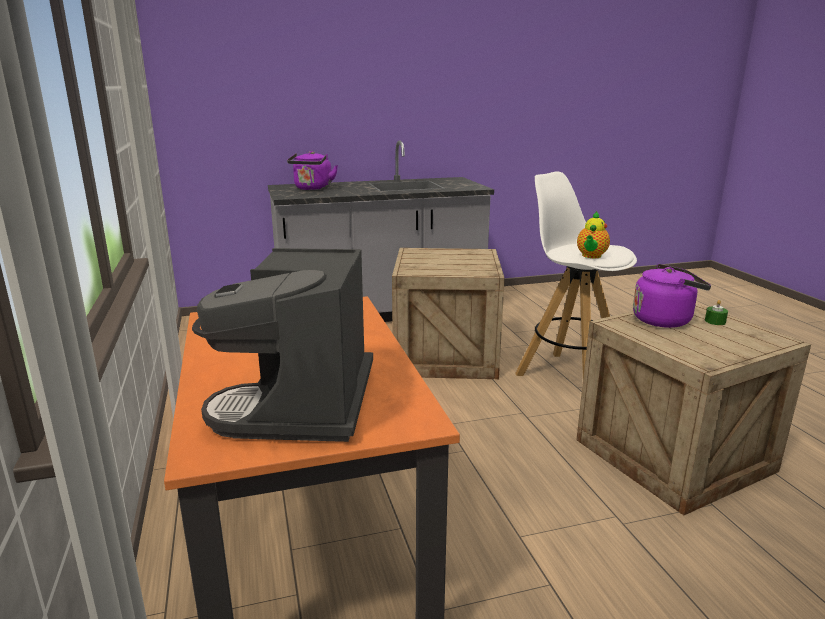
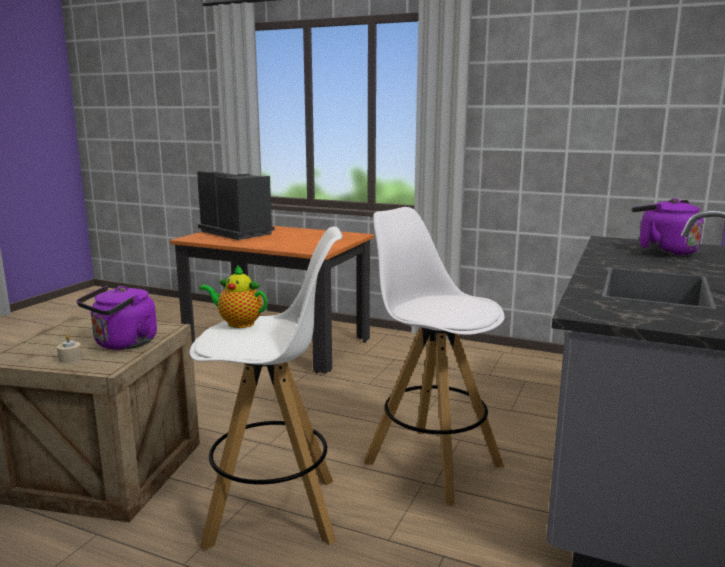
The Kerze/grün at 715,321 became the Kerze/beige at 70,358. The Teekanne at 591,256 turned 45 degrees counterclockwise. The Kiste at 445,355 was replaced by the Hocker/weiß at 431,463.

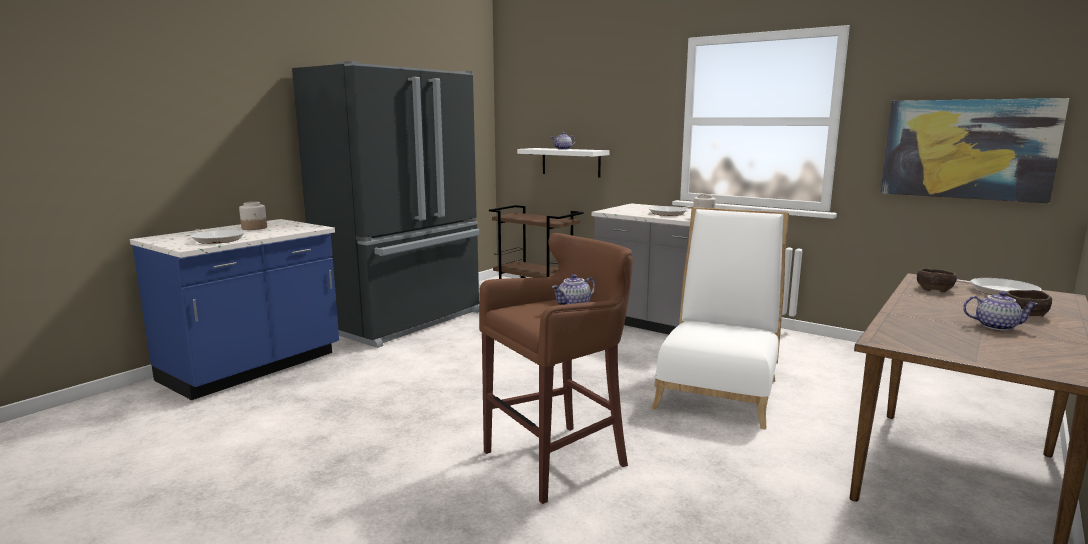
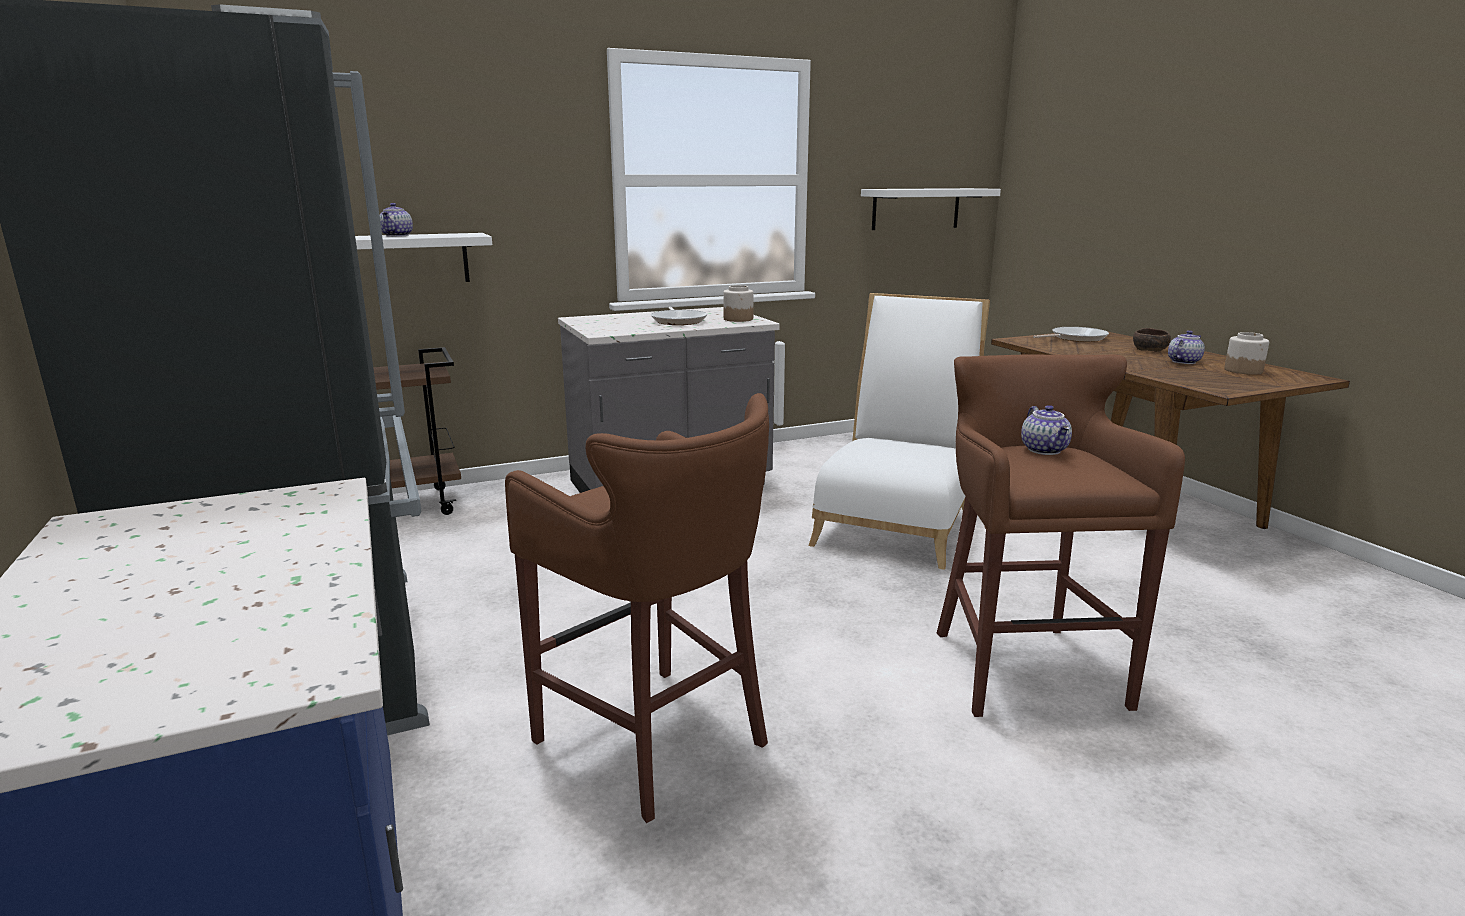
The Hocker/braun at 656,742 appeared. The Stuhl/weiß at 718,389 turned 60 degrees clockwise. The Bild at 967,149 was replaced by the Wandregal/weiß at 916,208. The Vorratsglas moved from 254,228 to 1243,370. The Pfanne at 217,239 disappeared. The Schüssel/braun at 934,289 disappeared.

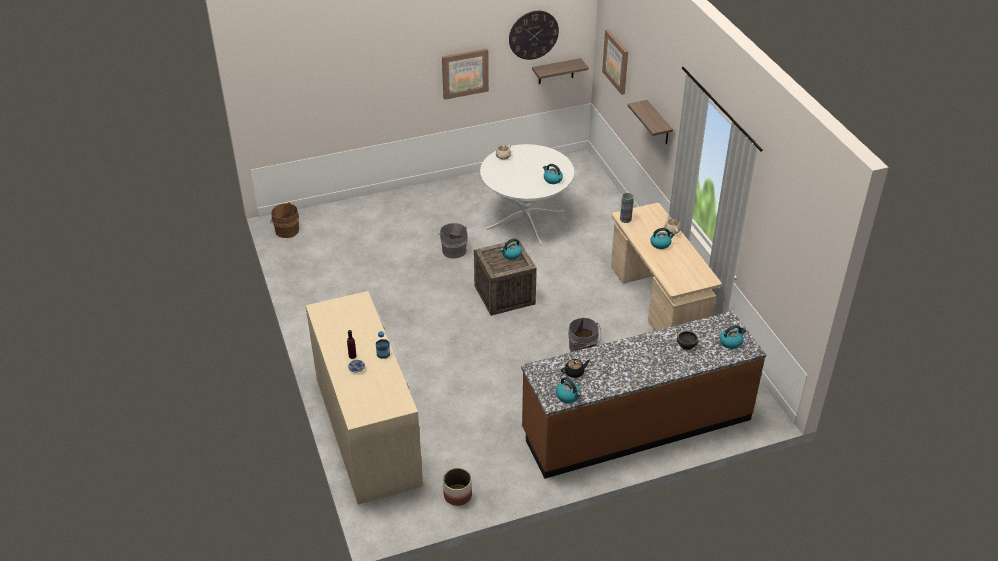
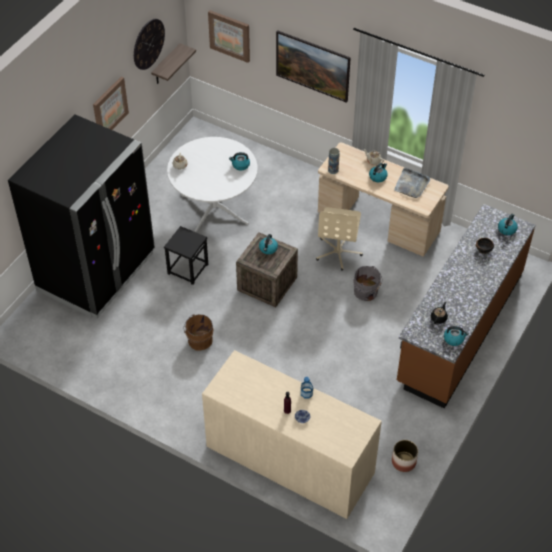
The Kühlschrank/schwarz at 97,272 appeared. The Eimer/grau at 454,250 was replaced by the Hocker/schwarz at 187,269. The Eimer/braun moved from 286,230 to 199,340. The Wandregal at 658,123 was replaced by the Bild at 312,77. The Bürostuhl/beige at 338,252 appeared. The Tablett/grau at 411,184 appeared.

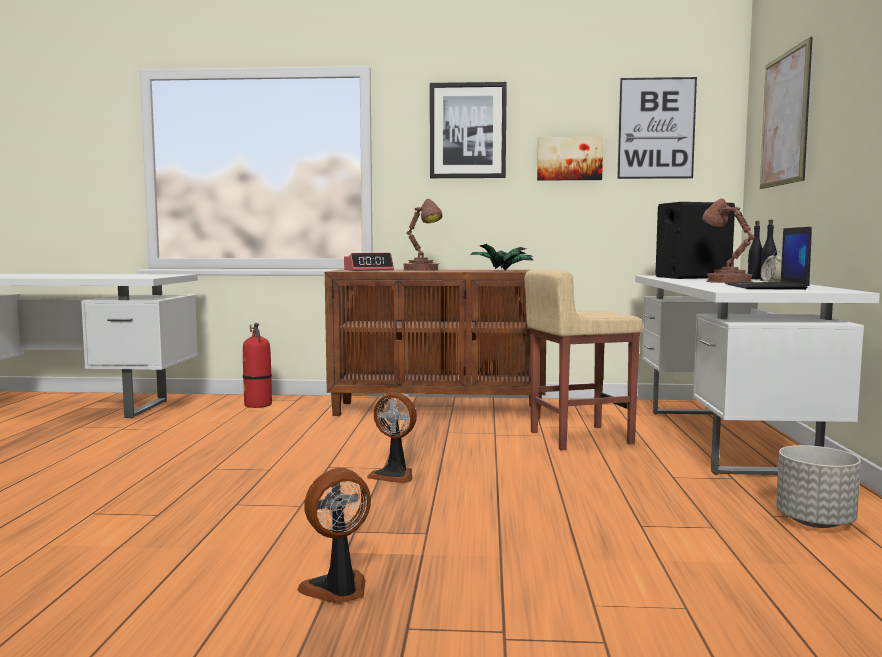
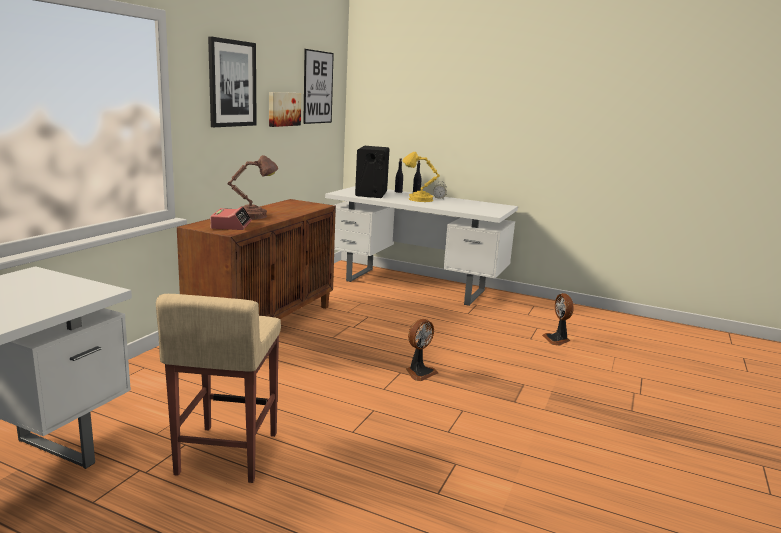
The Hocker/beige moved from 579,438 to 227,454. The Tischlampe/braun at 726,281 became the Tischlampe/gelb at 418,199. The Ventilator moved from 338,590 to 557,339. The Feuerlöscher at 258,405 disappeared. The Topfpflanze at 500,270 disappeared. The Laptop at 766,287 disappeared. The Bild at 785,119 disappeared. The Pflanzkübel/grau at 815,522 disappeared.

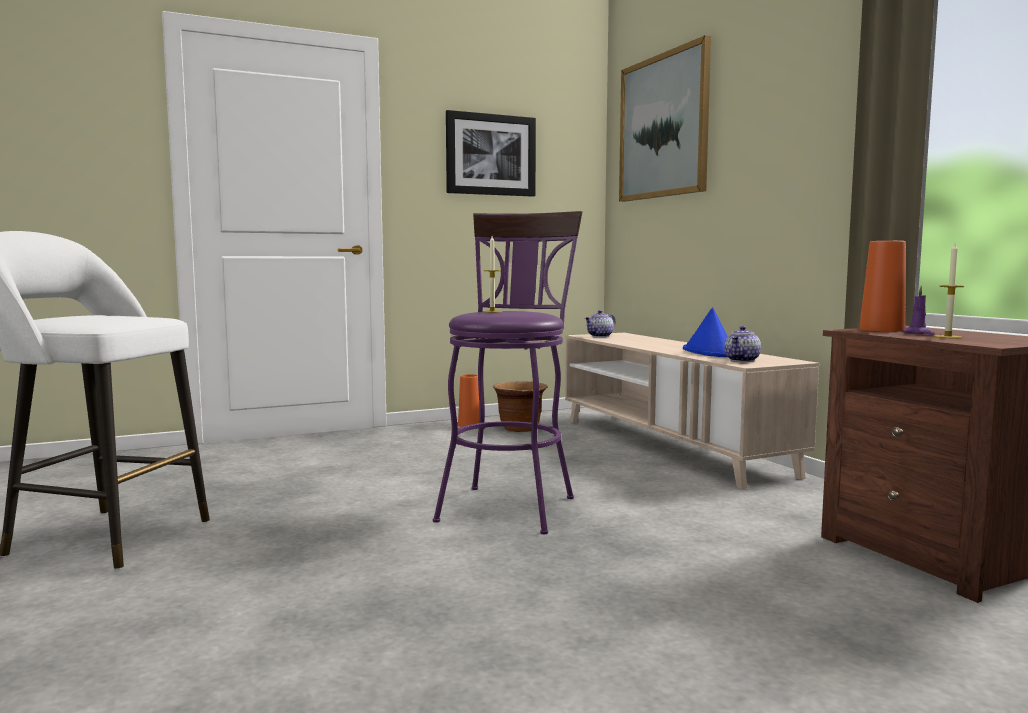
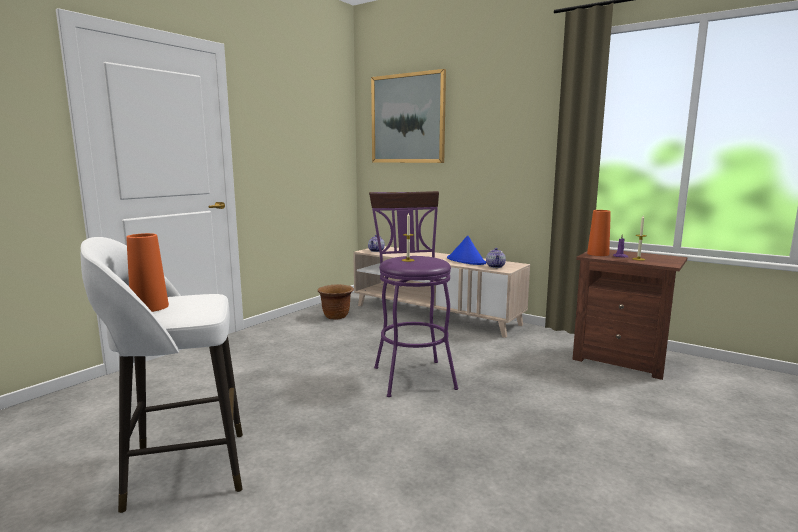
The Vase/orange moved from 469,425 to 149,307. The Bild at 490,155 disappeared.

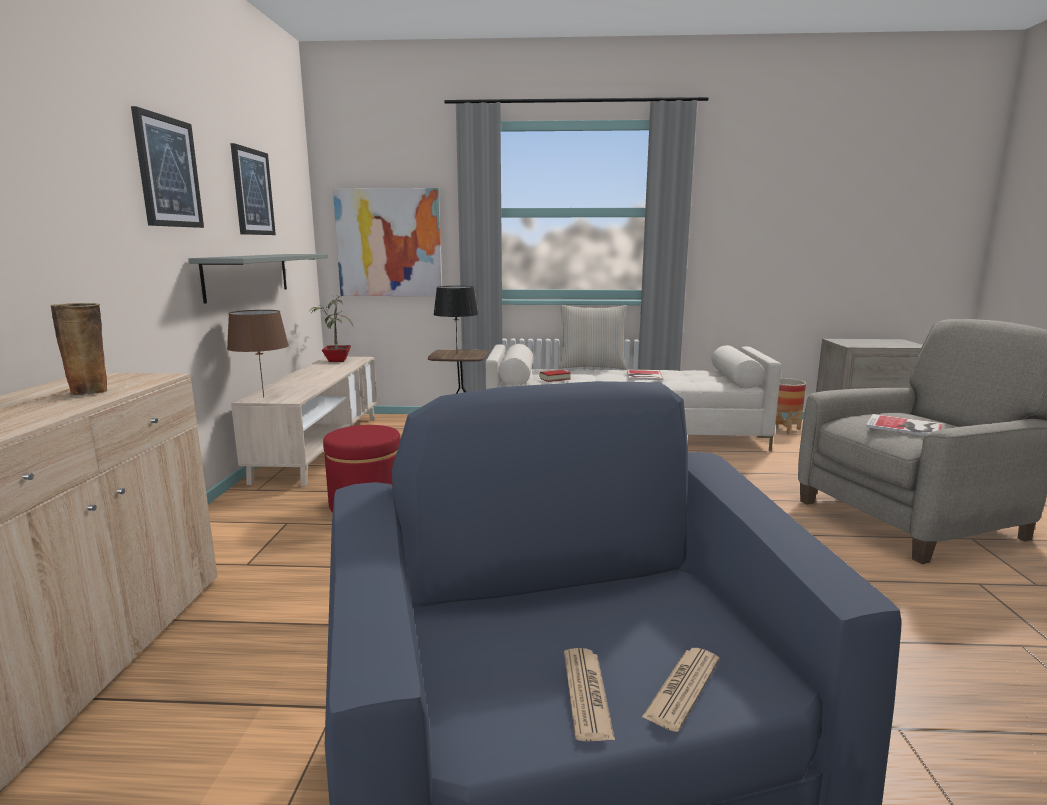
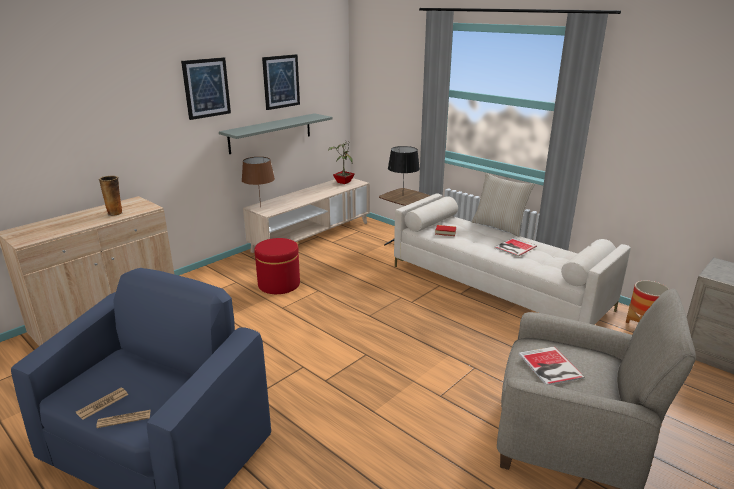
The Bild at 389,243 disappeared.

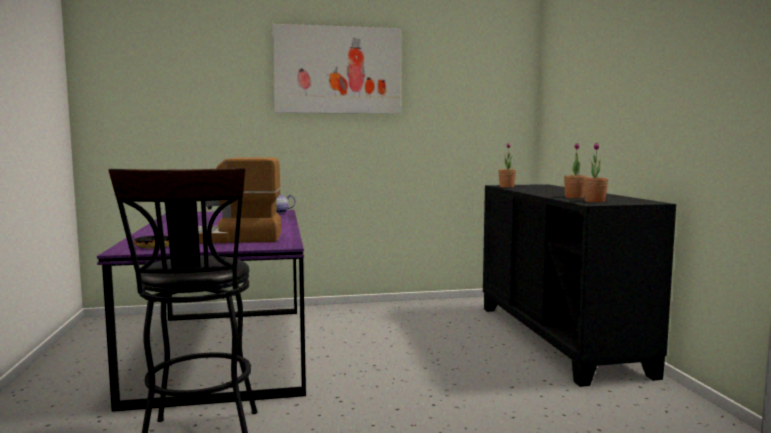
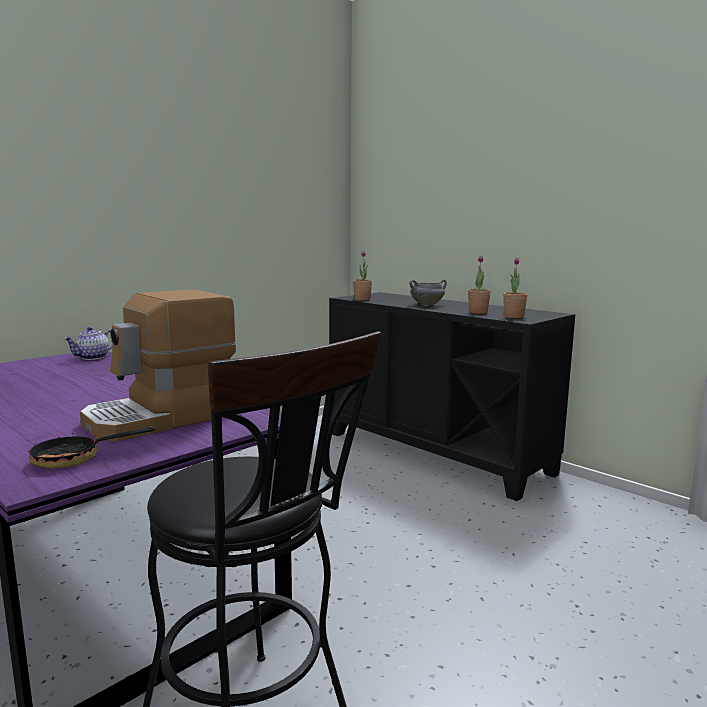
The Kochtopf/grau at 427,305 appeared. The Bild at 337,70 disappeared.

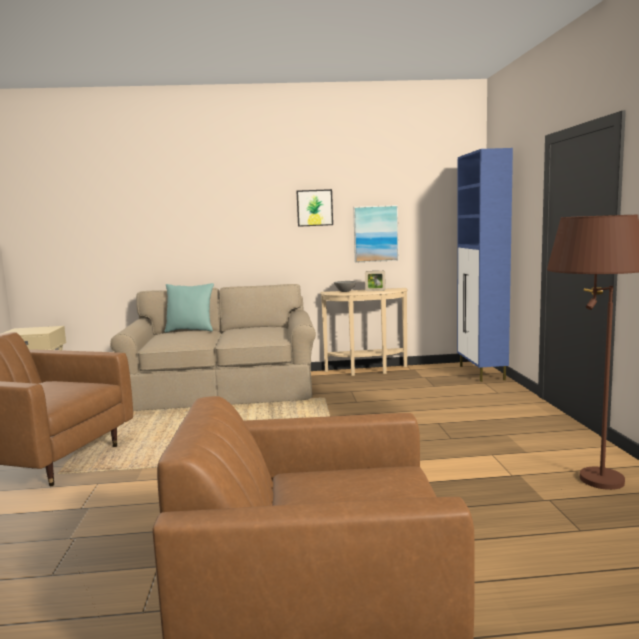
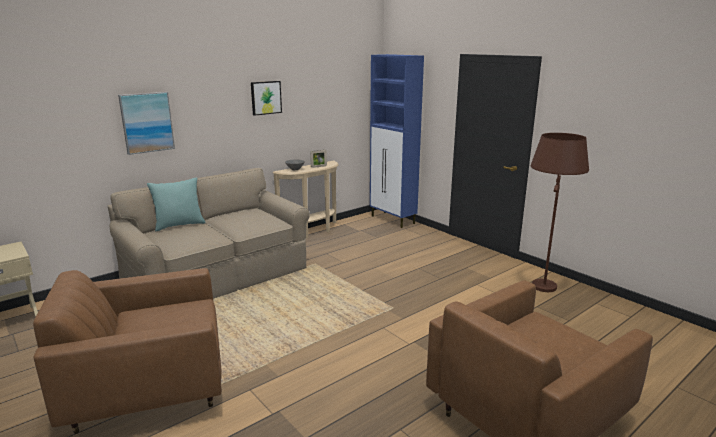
The Bild moved from 375,233 to 147,122.

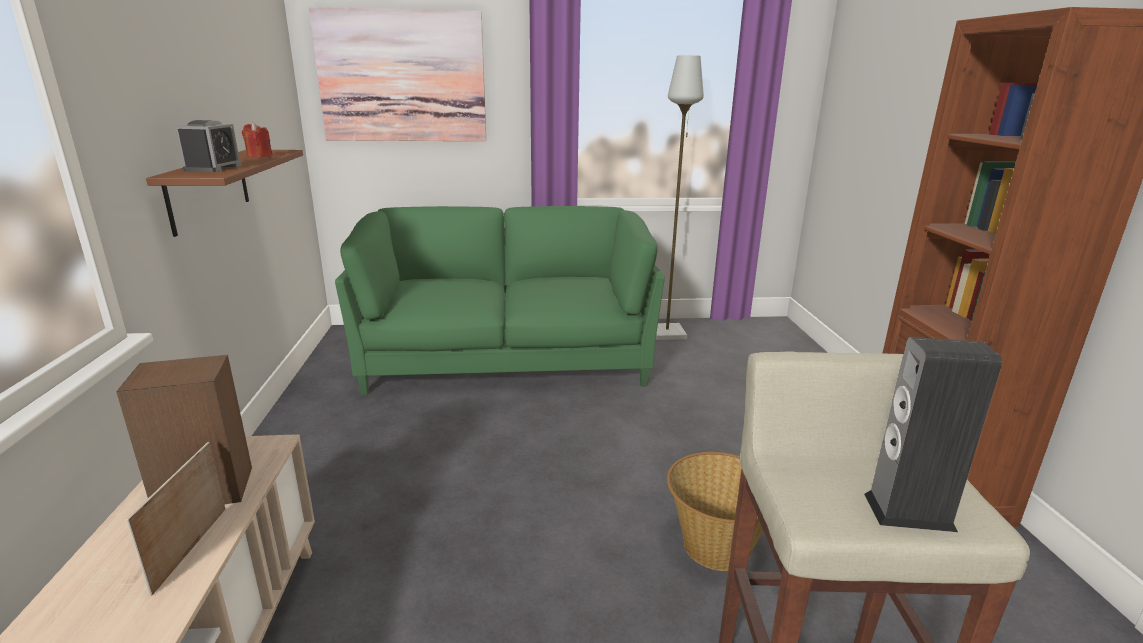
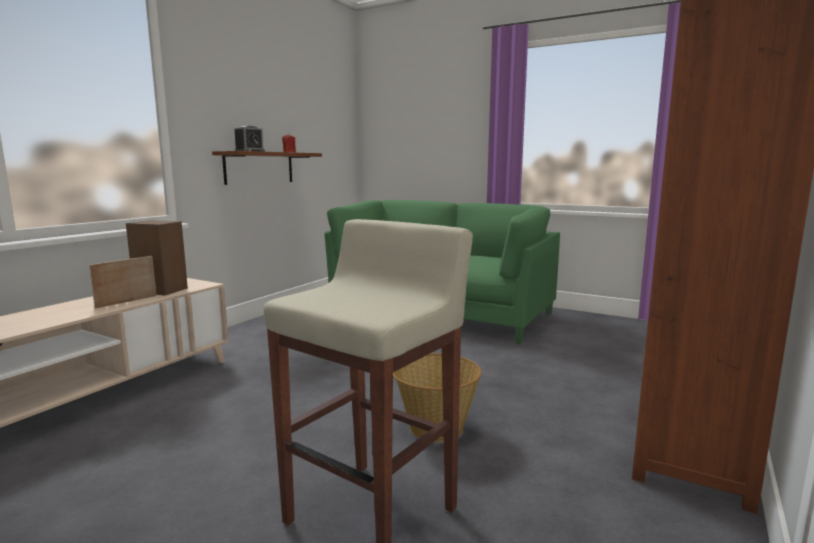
The Bild at 402,77 disappeared. The Stehlampe/grau at 667,332 disappeared. The Lautsprecher at 909,512 disappeared.

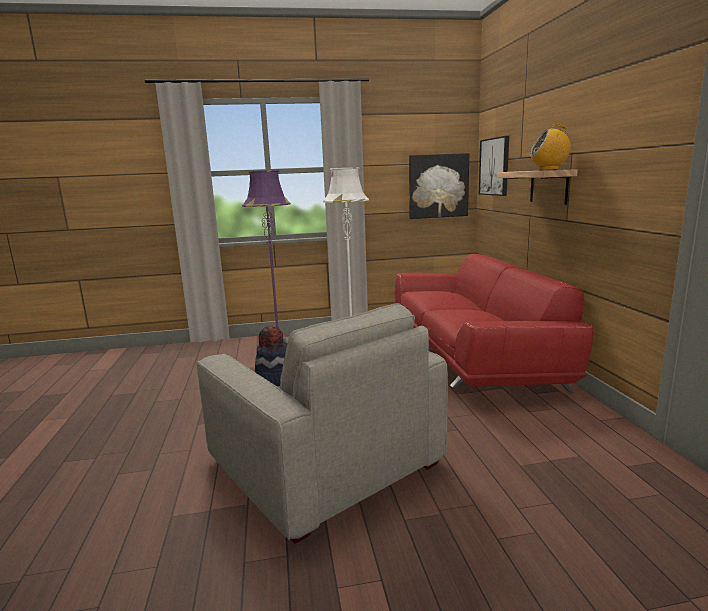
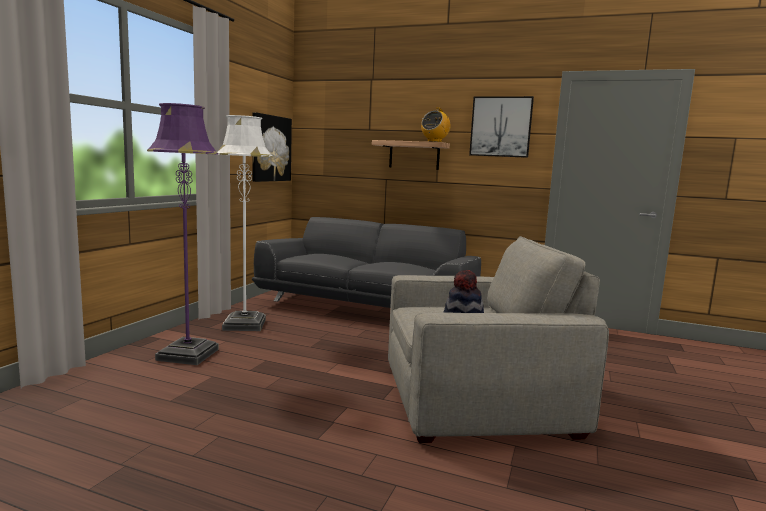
The Sofa/rot at 472,355 became the Sofa/grau at 367,307. The Bild moved from 494,166 to 501,127.

